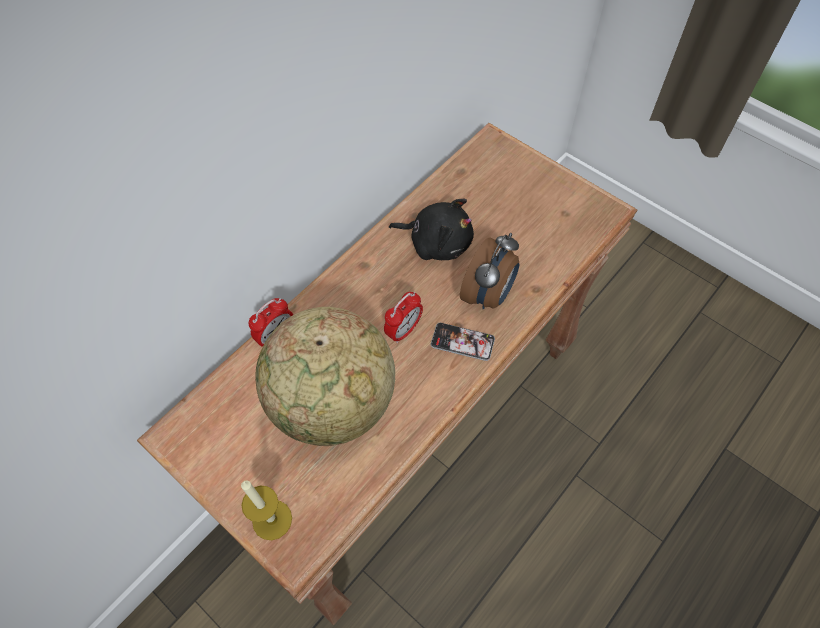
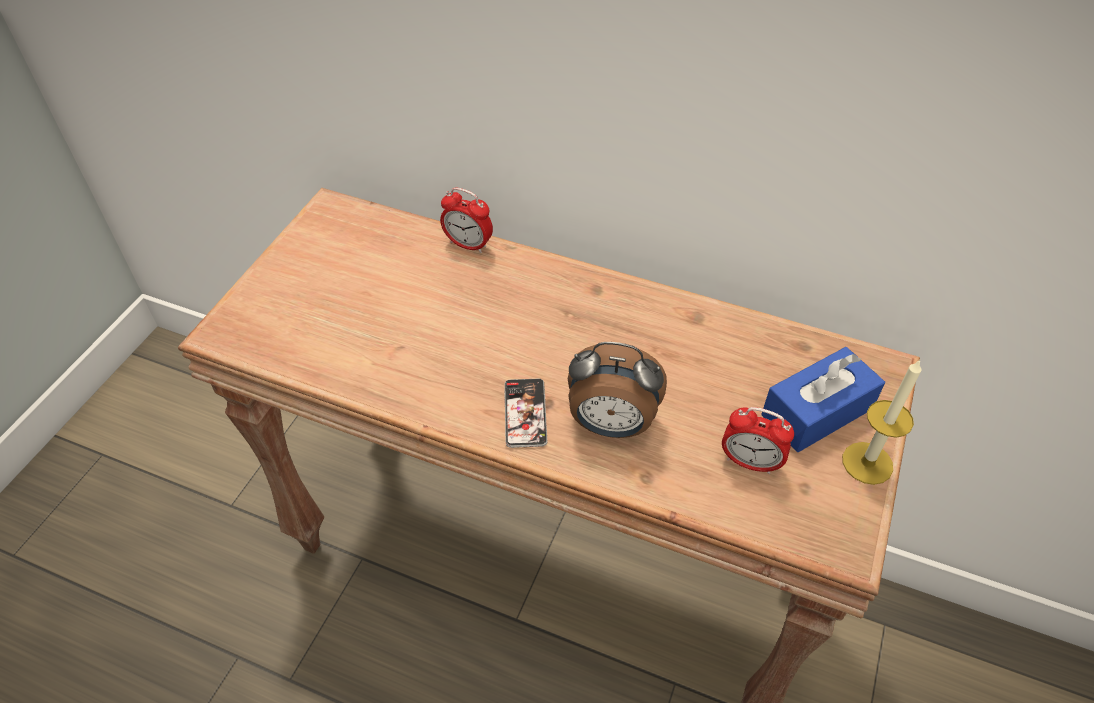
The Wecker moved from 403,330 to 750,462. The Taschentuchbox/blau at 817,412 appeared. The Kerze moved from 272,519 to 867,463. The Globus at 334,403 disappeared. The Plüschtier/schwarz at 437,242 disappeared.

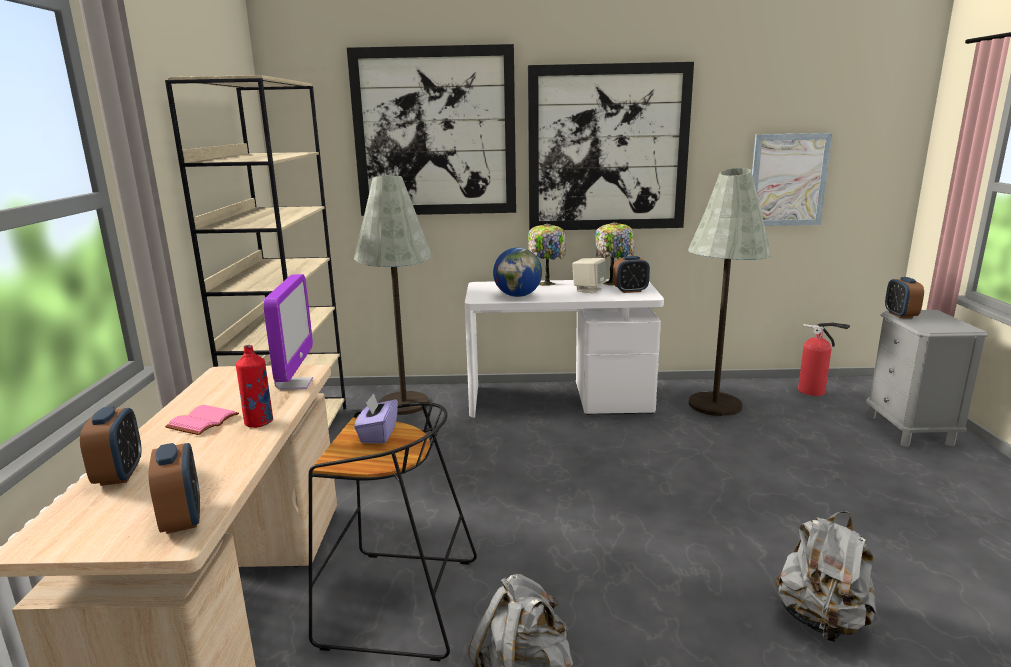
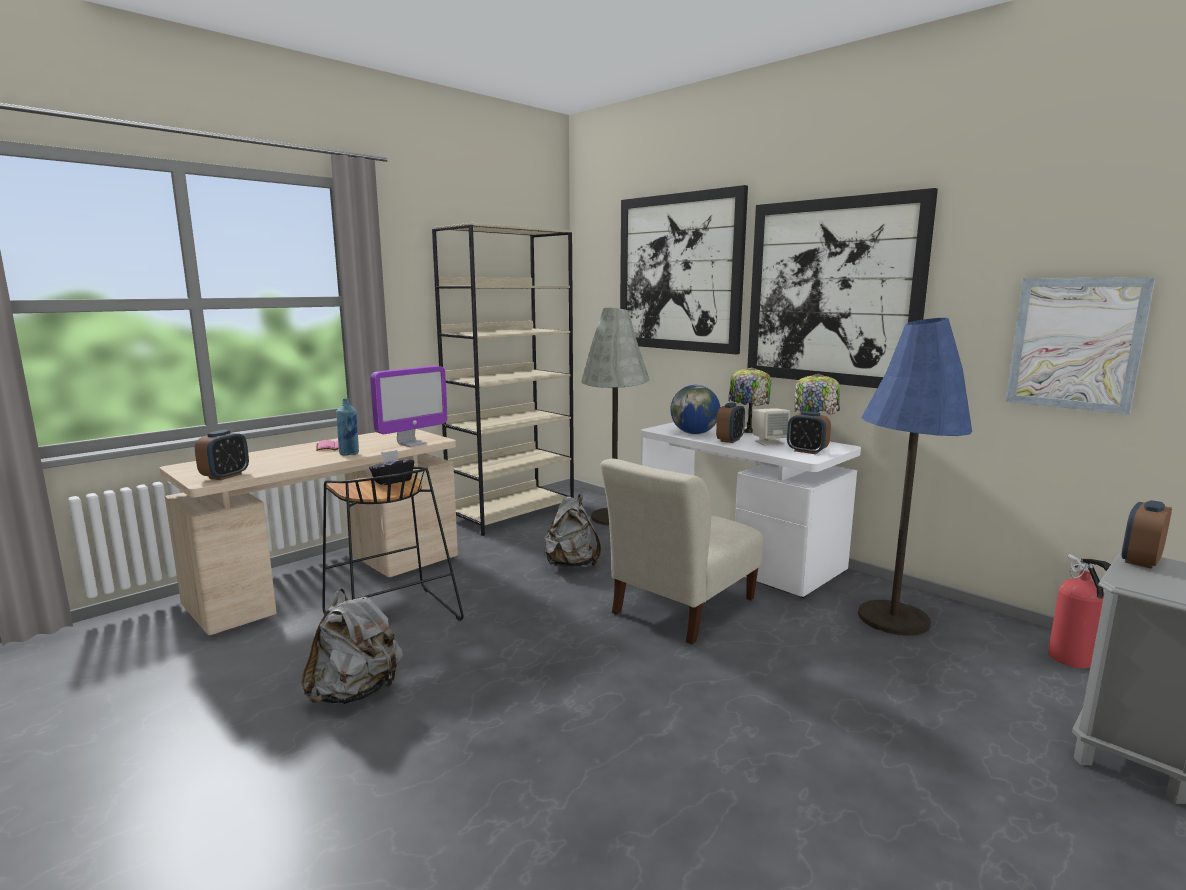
The Flasche/rot at 259,422 became the Flasche/blau at 349,454. The Taschentuchbox/lila at 378,434 became the Taschentuchbox/schwarz at 392,481. The Rucksack/grau moved from 821,620 to 571,564. The Stuhl/beige at 680,609 appeared. The Wecker moved from 119,474 to 730,440. The Stehlampe/grau at 715,405 became the Stehlampe/blau at 893,618.

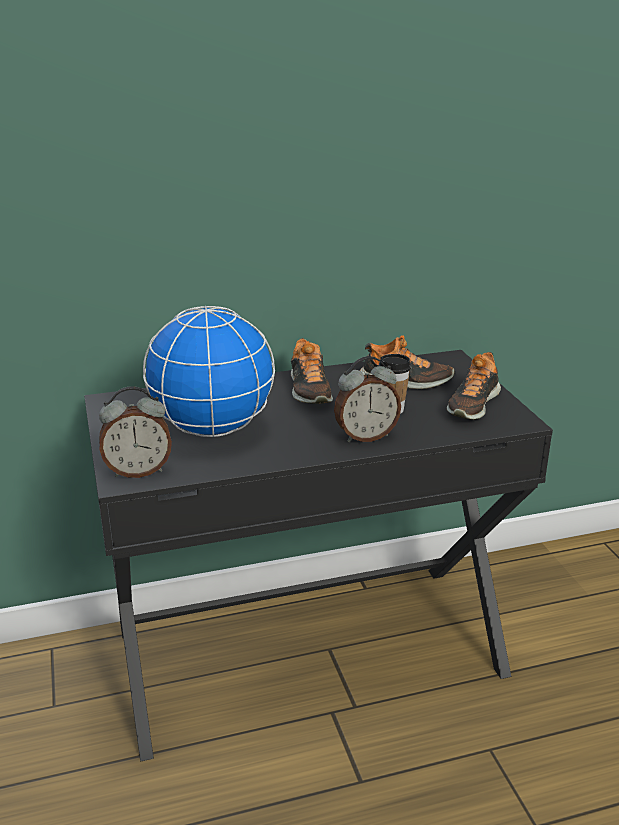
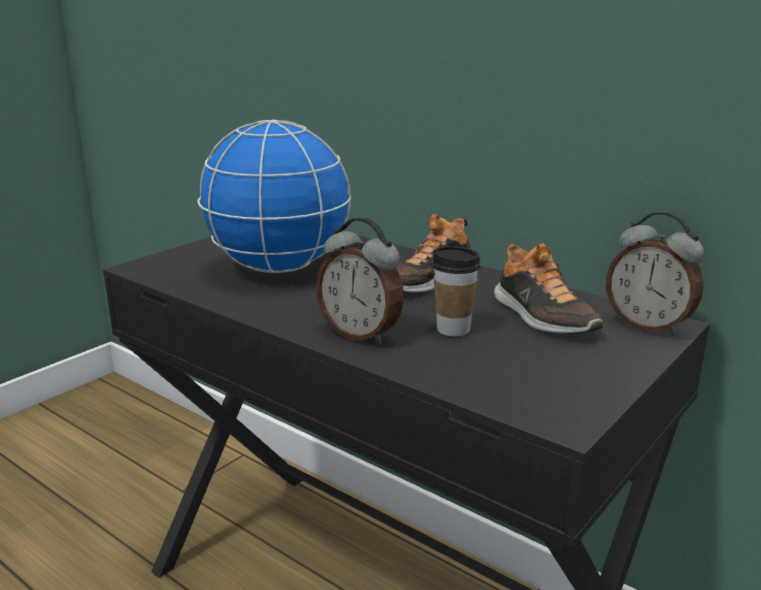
The Wecker moved from 138,471 to 648,326. The Schuh at 473,404 disappeared.

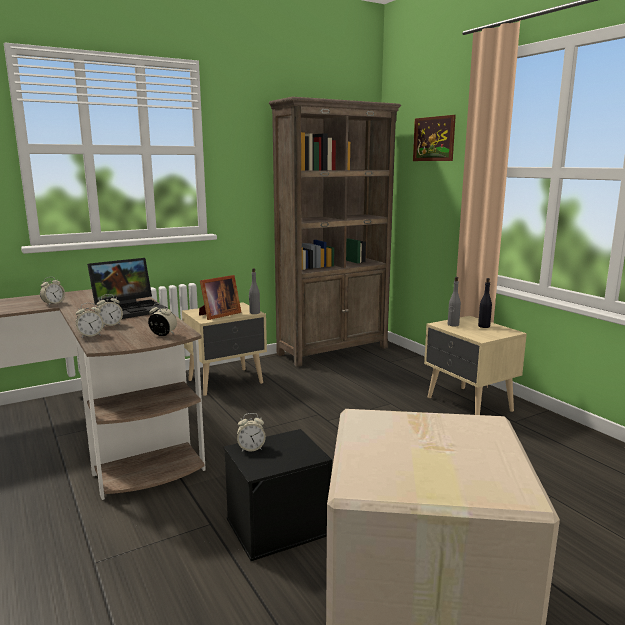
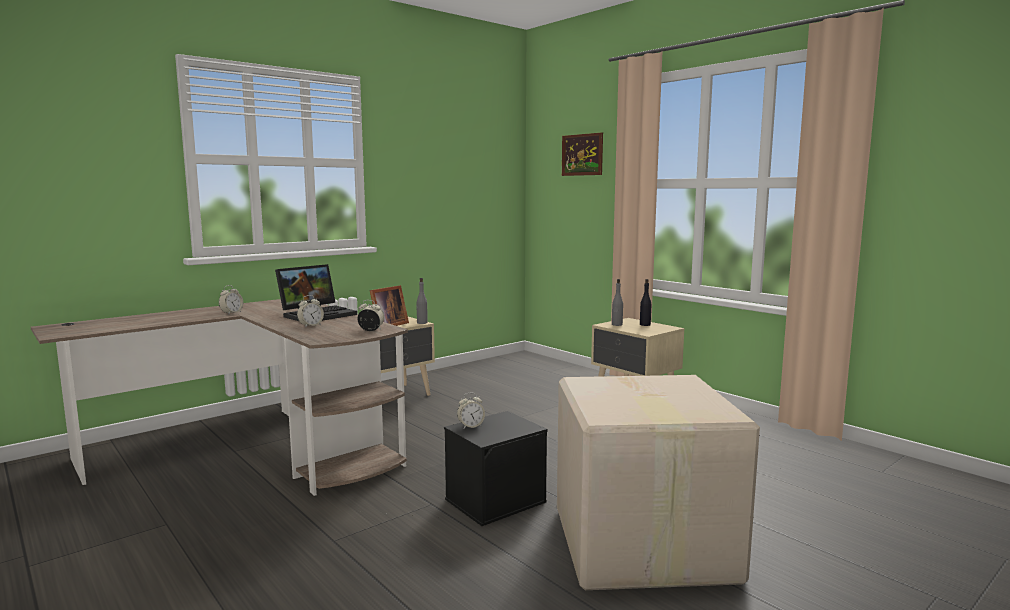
The Wecker at 90,336 disappeared. The Bücherregal/braun at 333,351 disappeared.

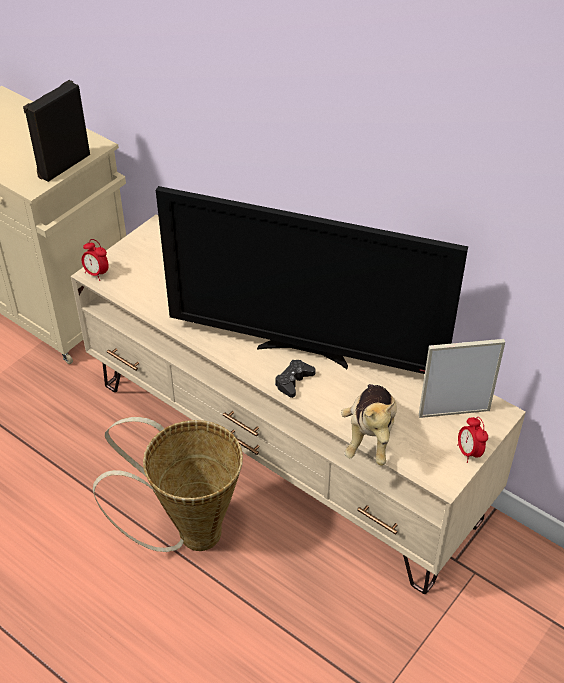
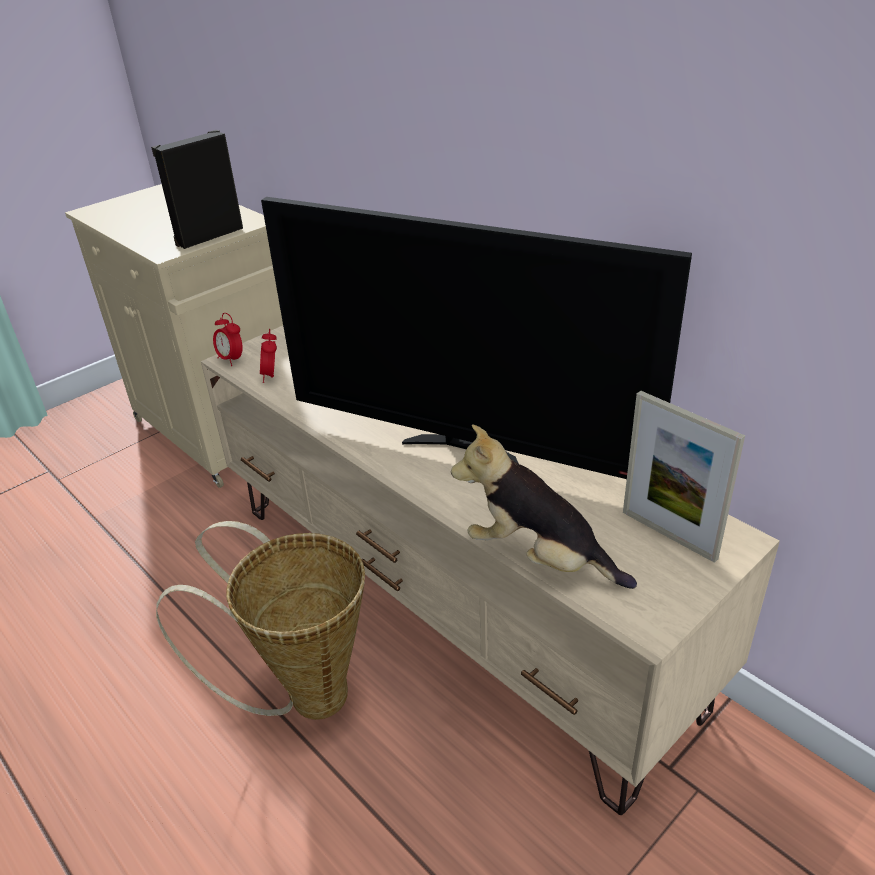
The Wecker moved from 469,452 to 271,376. The Plüschtier at 370,436 turned 105 degrees clockwise. The Bilderrahmen at 454,412 turned 135 degrees counterclockwise. The Gamepad/schwarz at 293,381 disappeared.

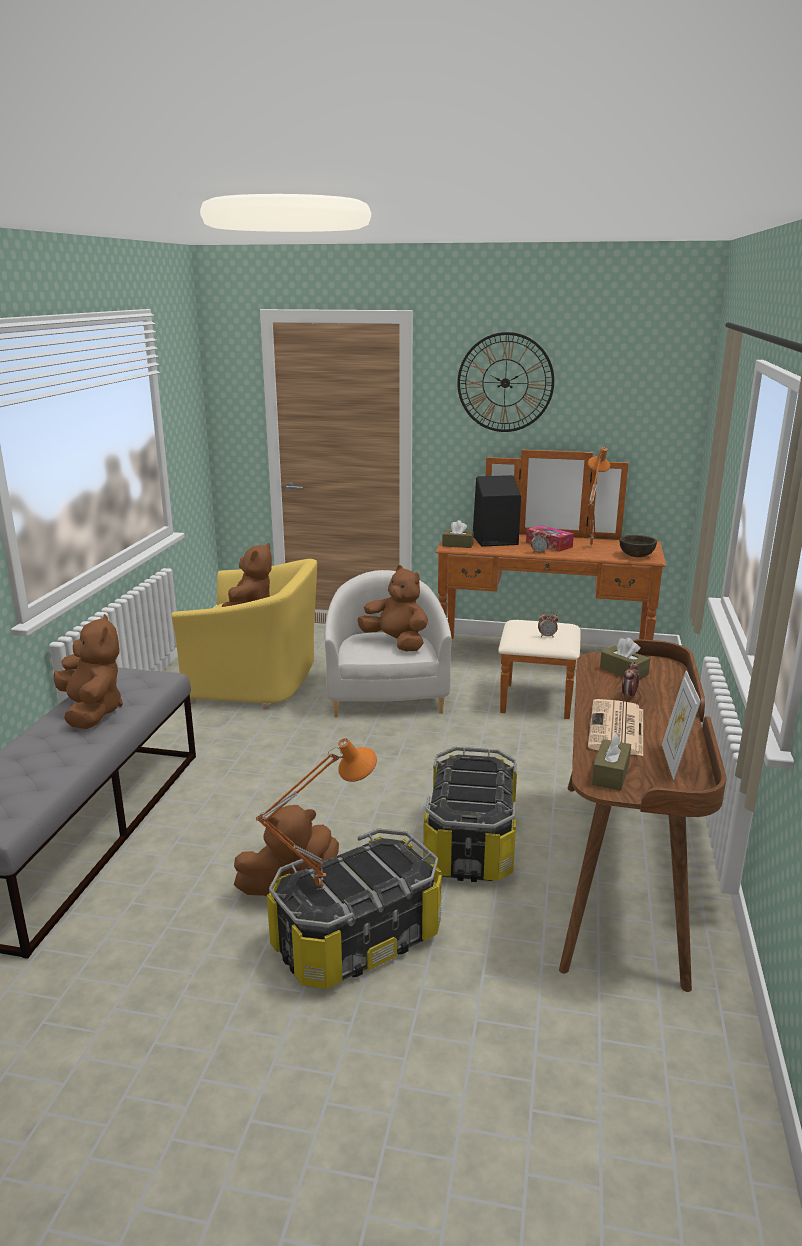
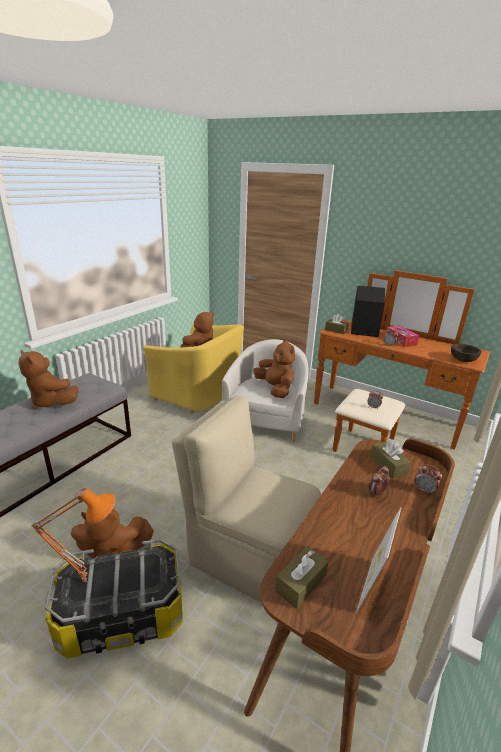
The Plüschtier/braun at 92,712 turned 135 degrees clockwise. The Aufbewahrungsbox at 469,843 was replaced by the Stuhl/beige at 249,555. The Wecker at 424,490 appeared. The Wanduhr at 505,383 disappeared. The Tischlampe/orange at 589,546 disappeared. The Zeitung at 617,729 disappeared.

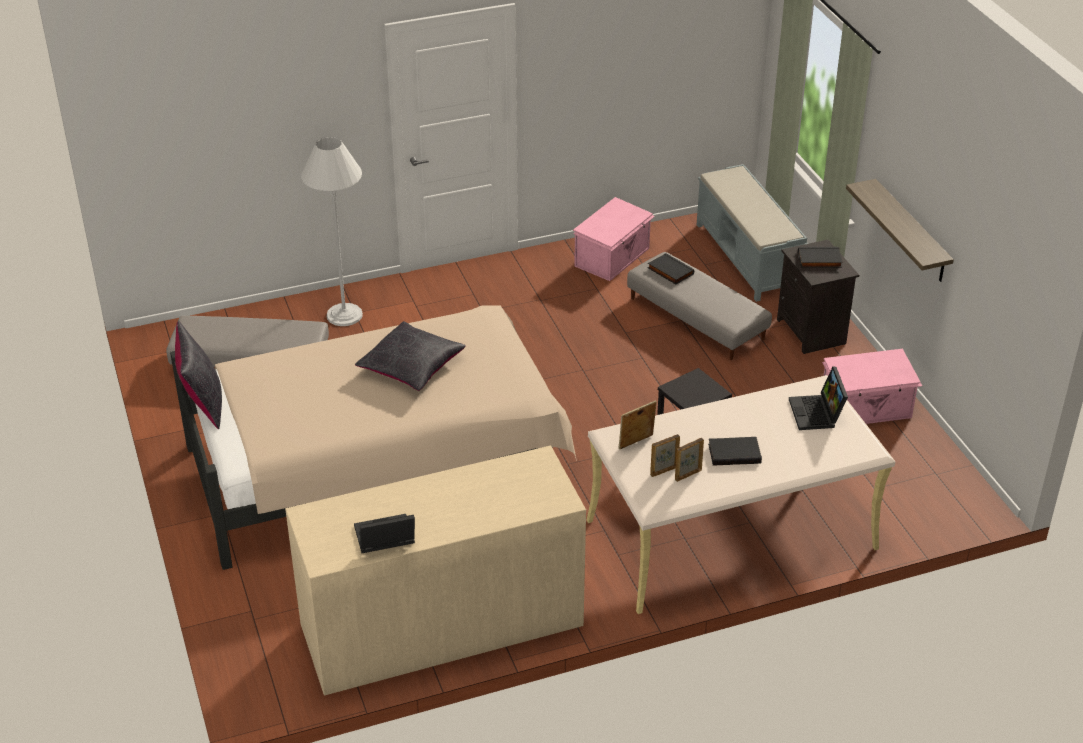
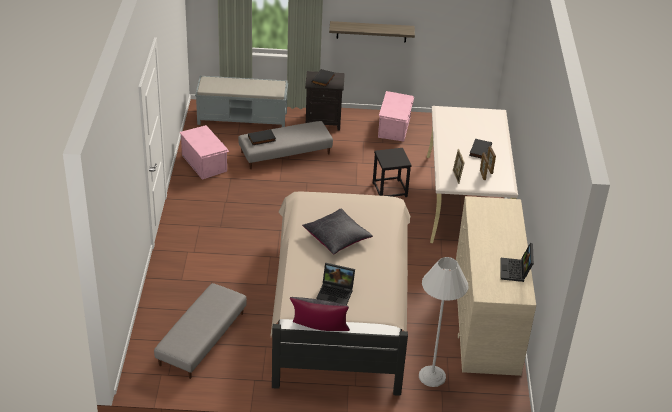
The Laptop moved from 817,414 to 336,293. The Stehlampe/weiß moved from 344,315 to 432,376.

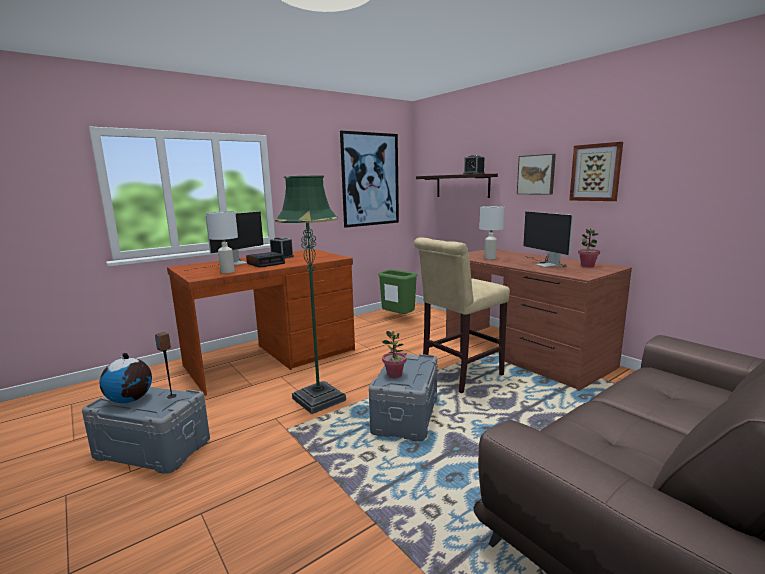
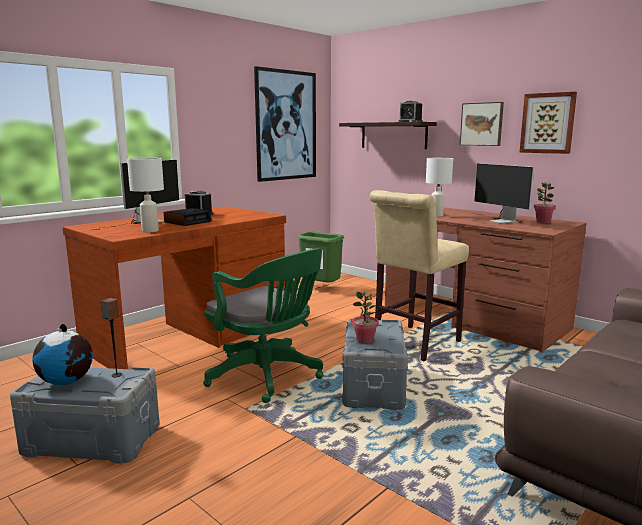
The Stehlampe/grün at 318,399 was replaced by the Bürostuhl/grün at 268,376.

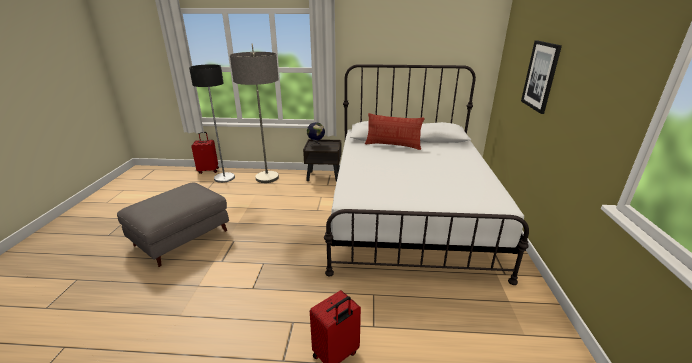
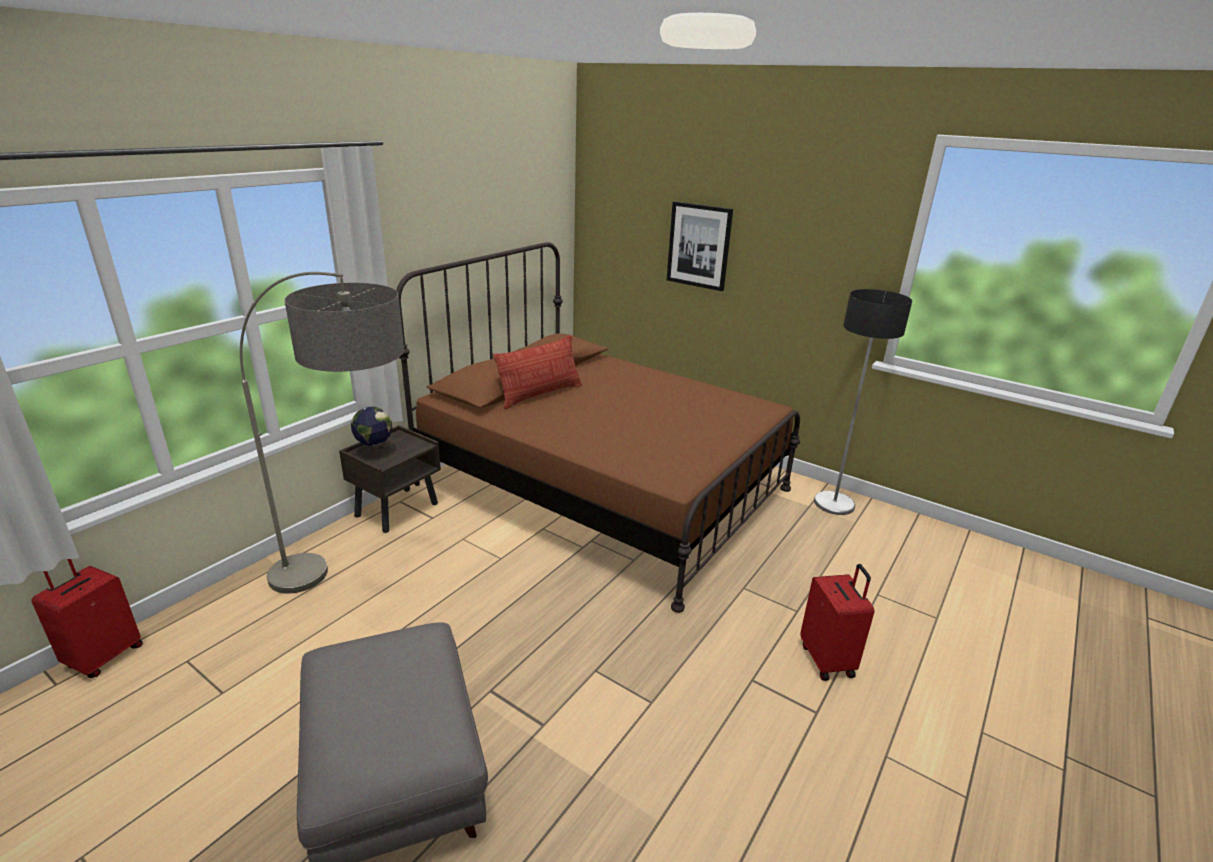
The Bett/weiß at 408,214 became the Bett/braun at 603,487. The Stehlampe moved from 224,178 to 834,503.

